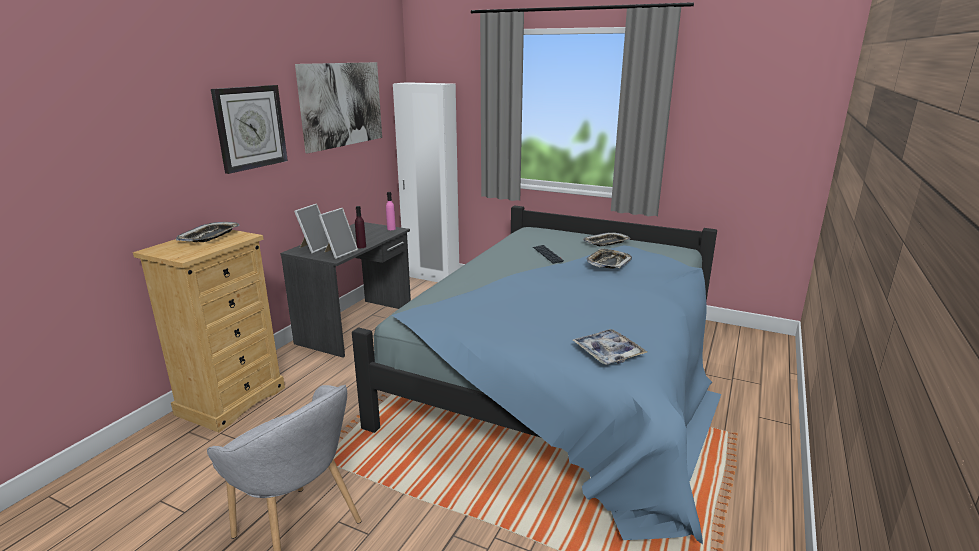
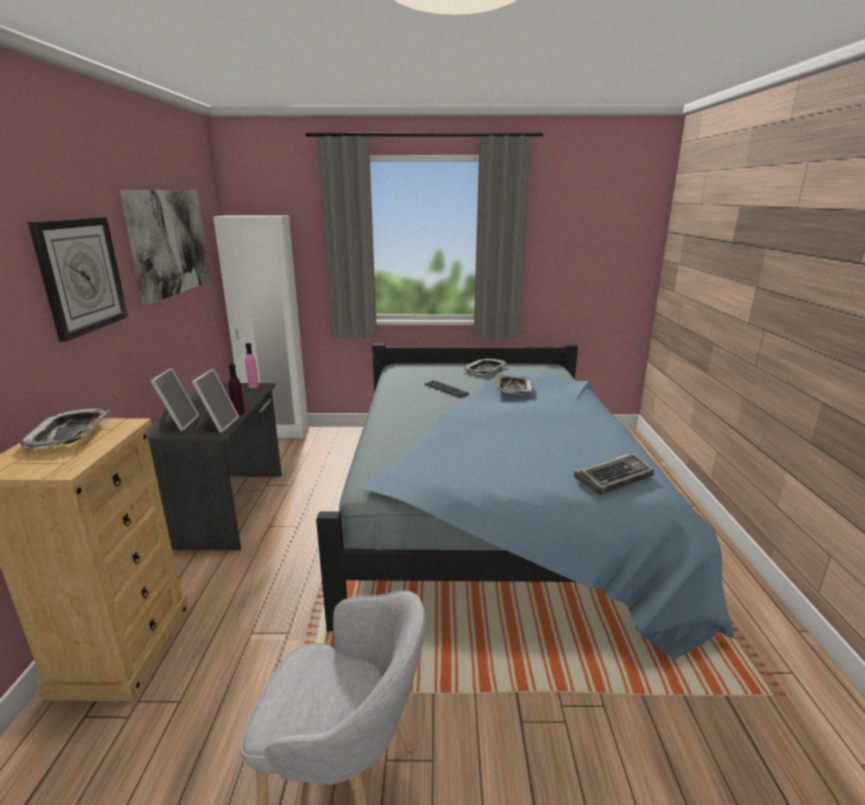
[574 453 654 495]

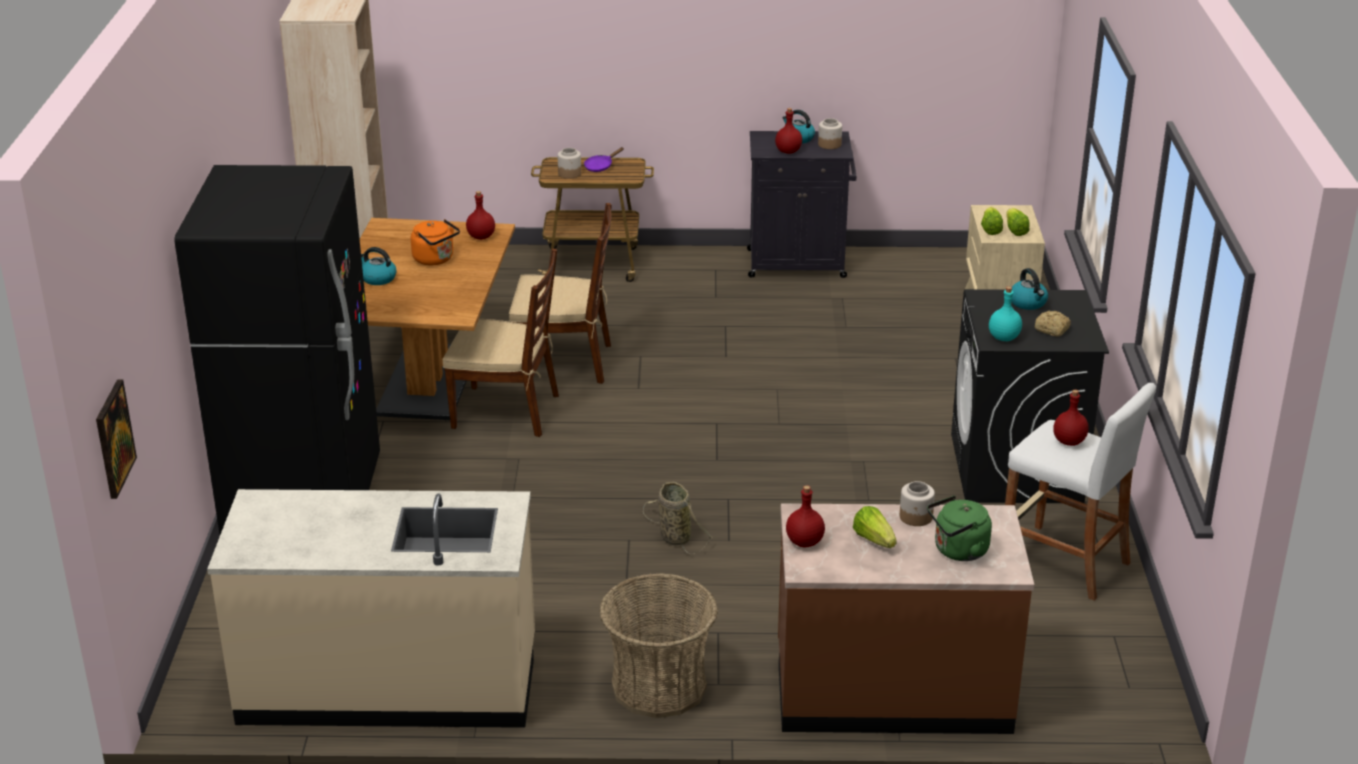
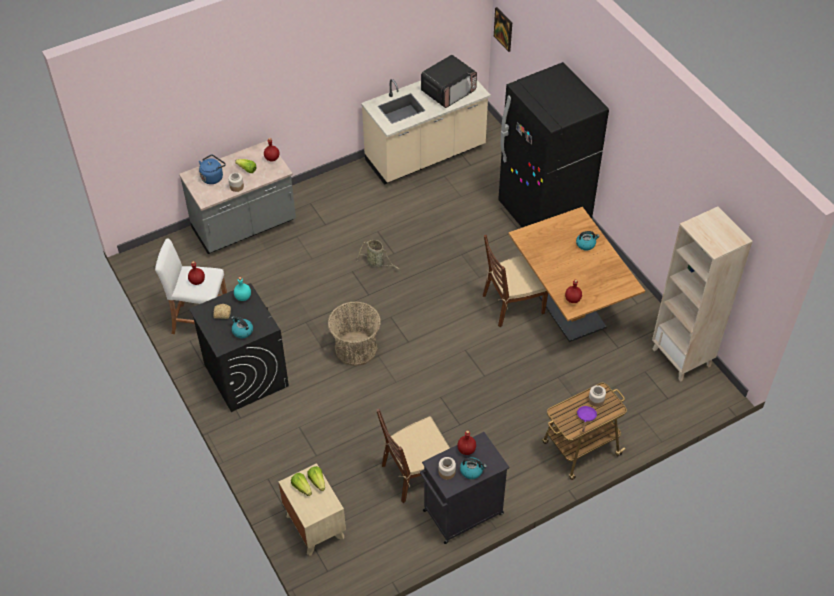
[411 219 460 265] (first image)
[421 55 477 108]
[376 409 450 503]
[328 301 381 366]
[179 140 296 254]
[199 155 226 184]

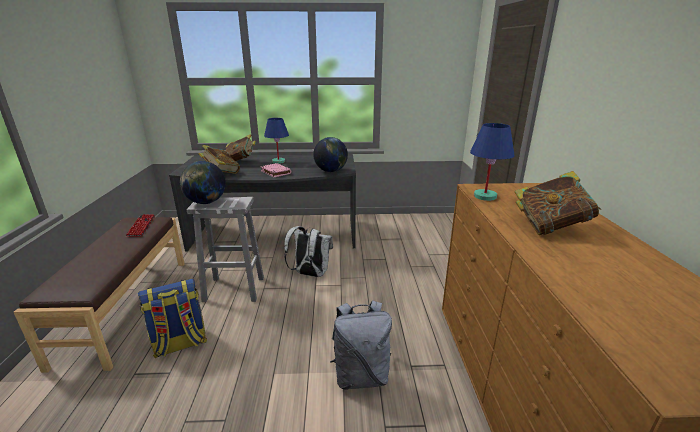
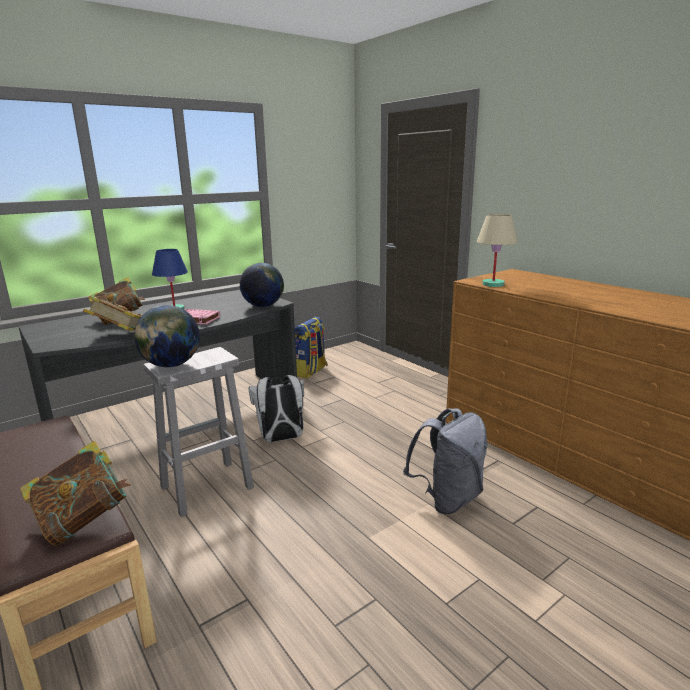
[126 214 155 237] (first image)
[295 317 327 379]
[20 441 130 546]
[477 214 518 287]

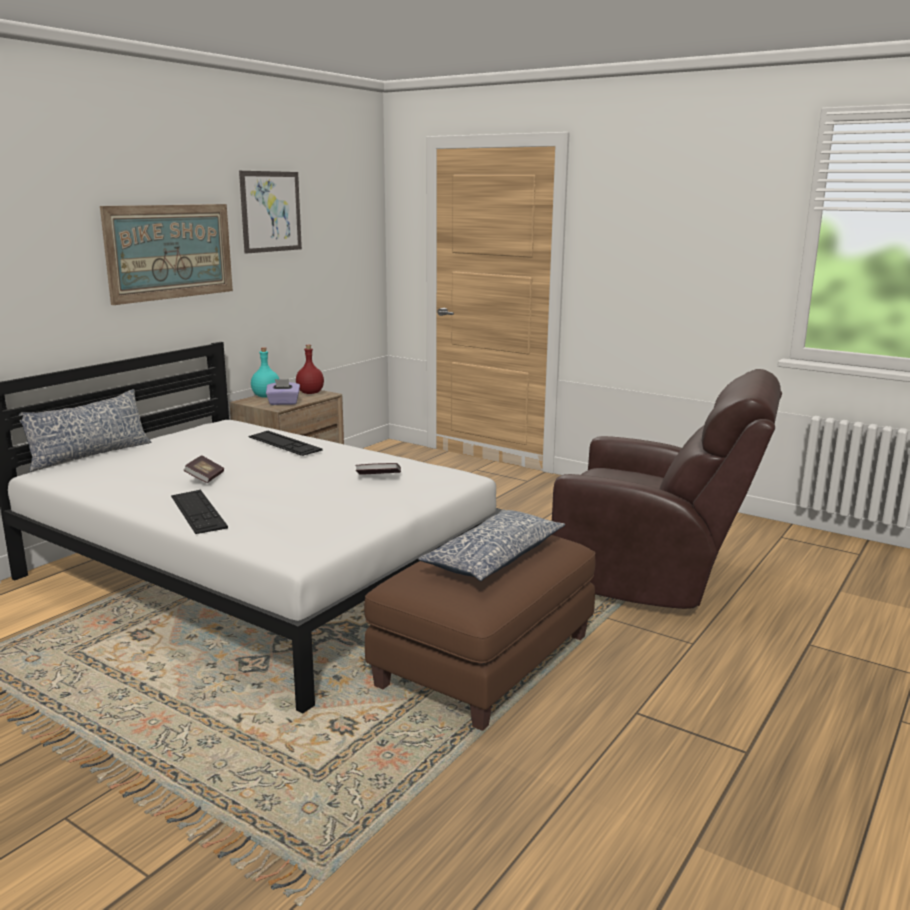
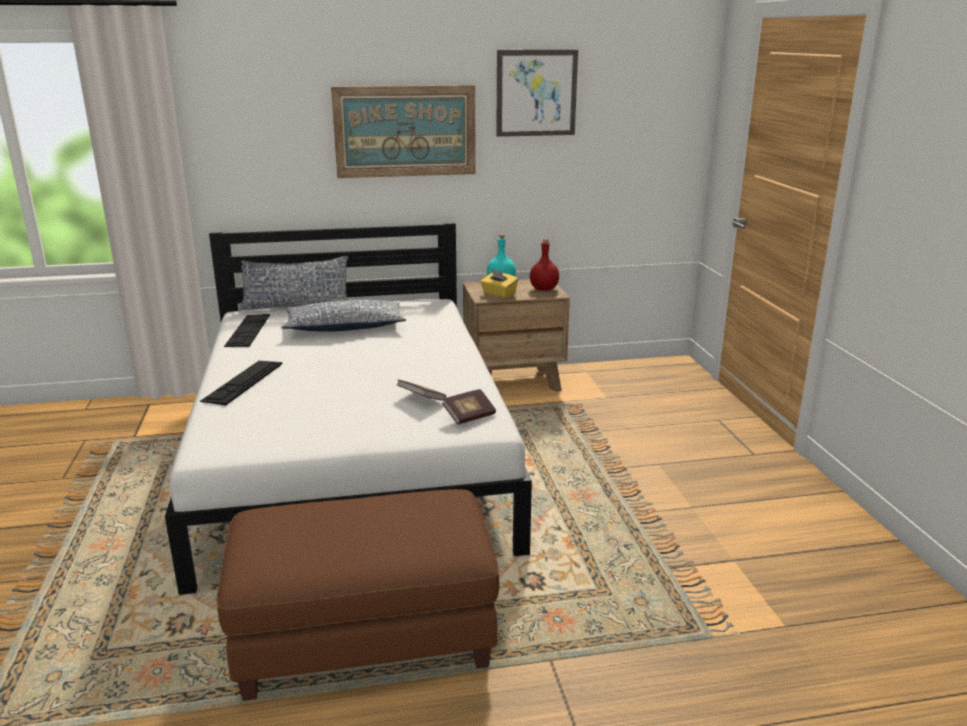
[552 369 782 609] (first image)
[442 389 496 424]
[224 314 270 347]
[281 300 406 332]
[480 269 518 298]

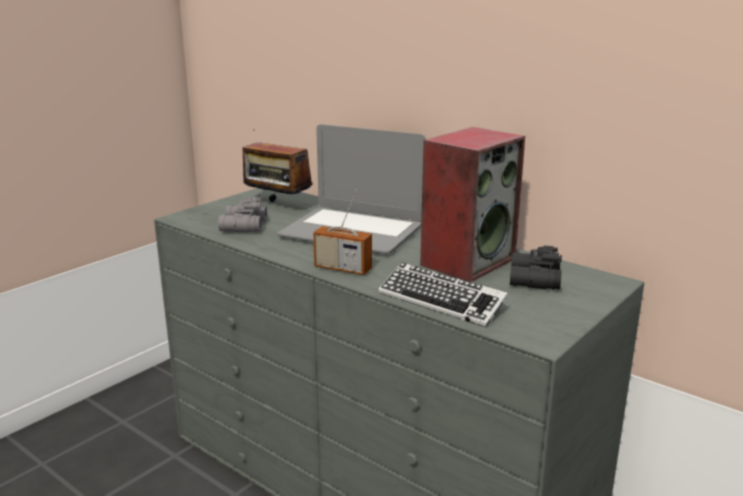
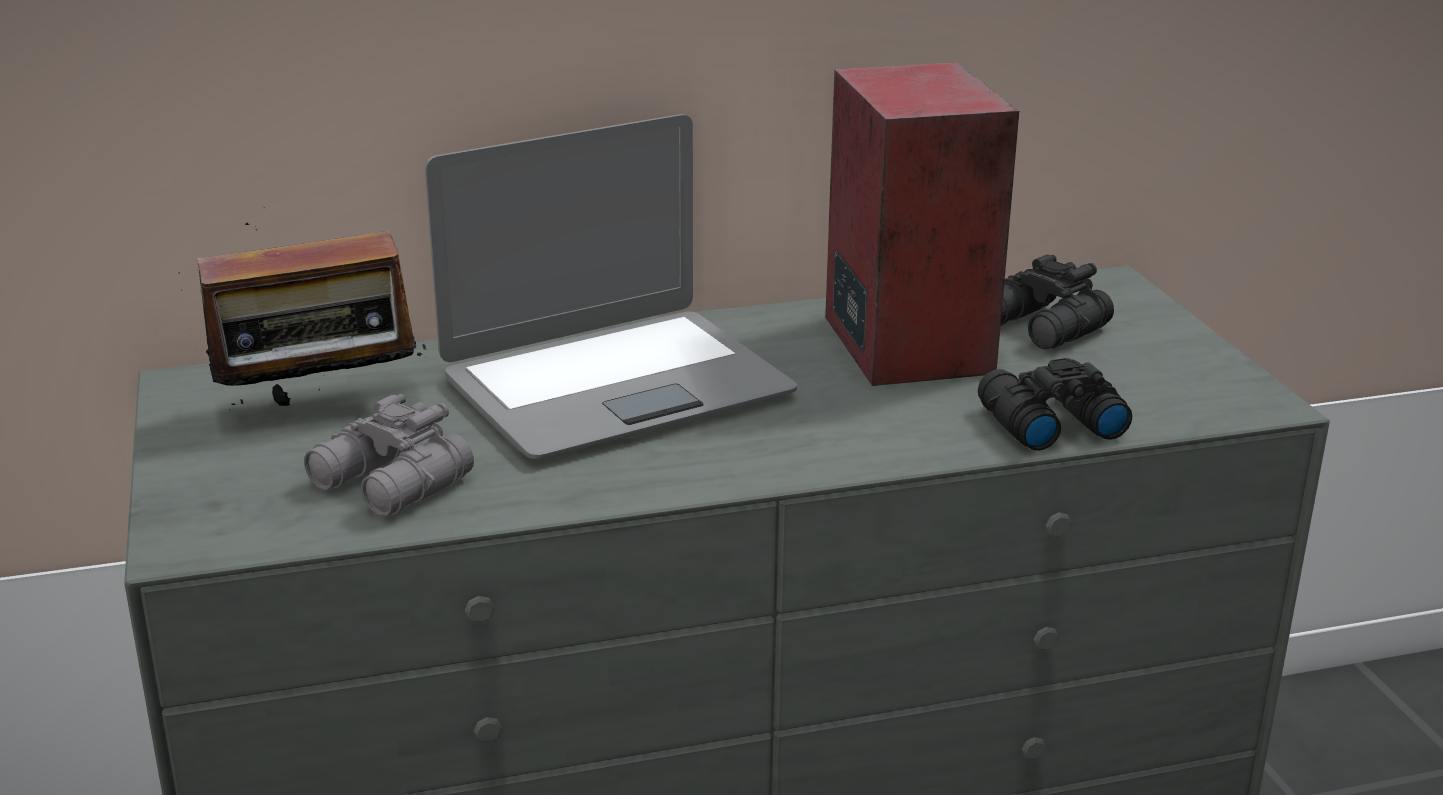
[313 189 372 275] (first image)
[978 358 1132 451]

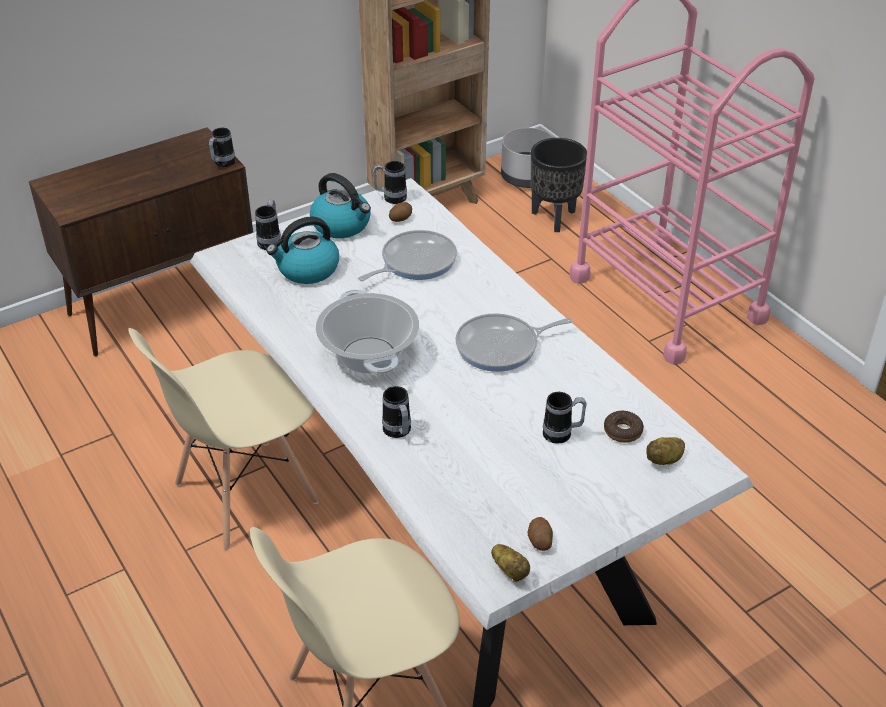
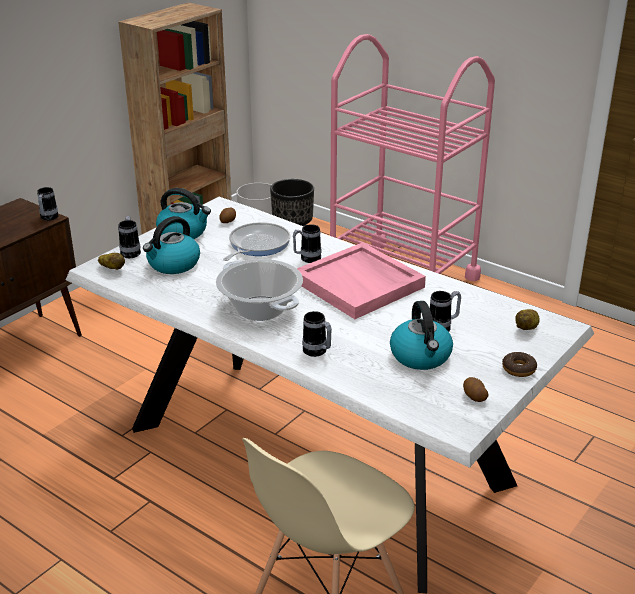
[128 328 319 550] (first image)
[390 301 453 370]
[293 224 321 263]
[98 253 125 270]
[502 352 537 377]
[297 242 426 319]

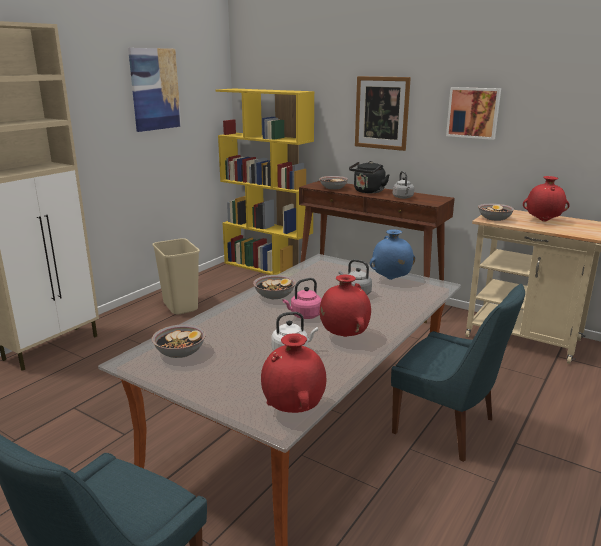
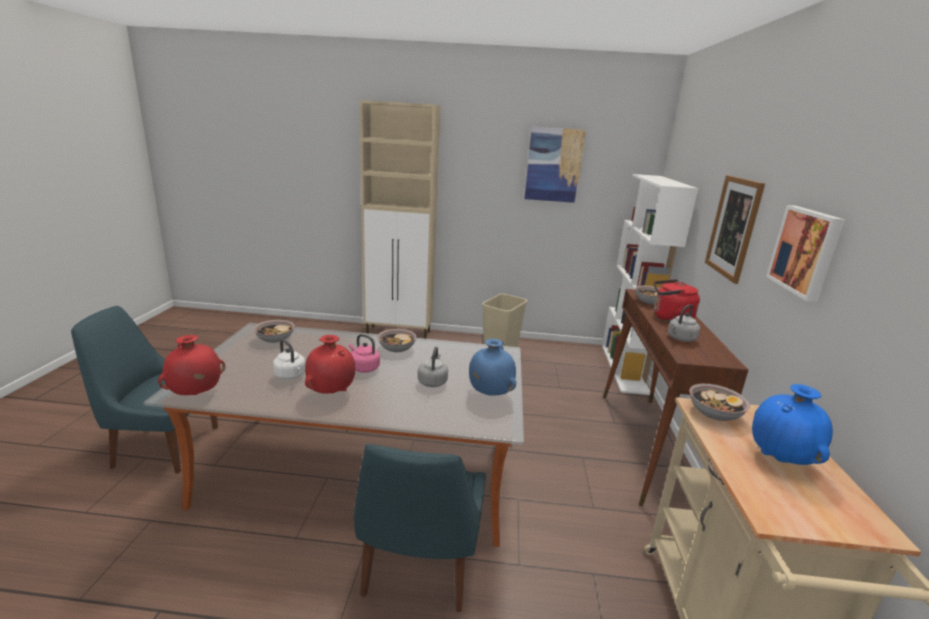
[602 174 698 395]
[654 279 700 322]
[752 384 833 465]

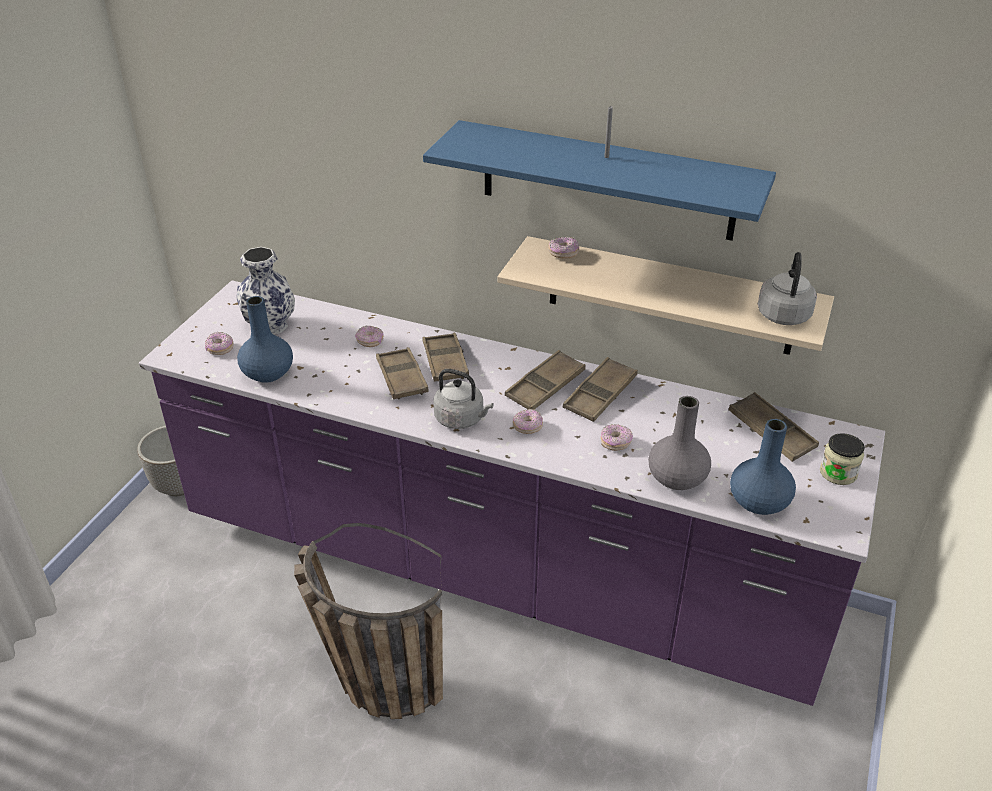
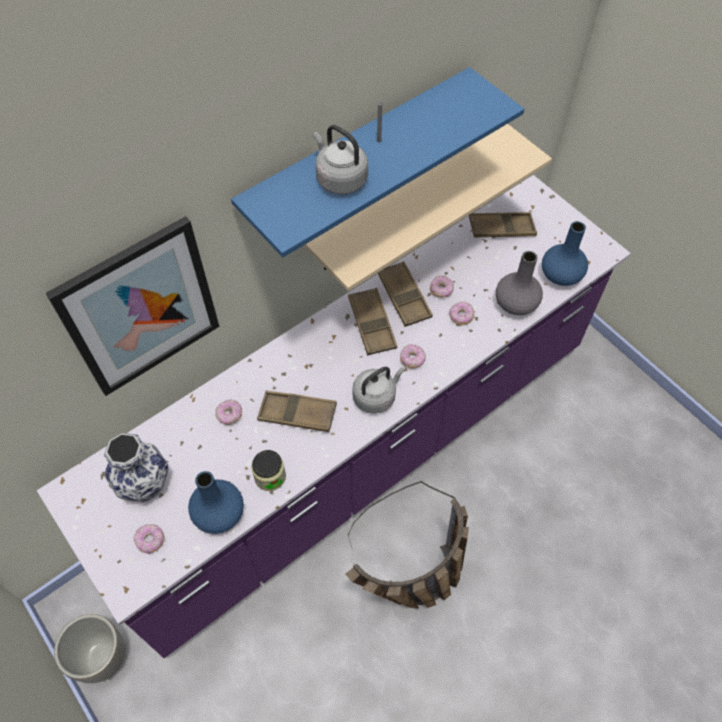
[422 333 469 382] (first image)
[45 216 220 396]
[430 275 454 298]
[314 125 368 194]
[251 450 286 491]

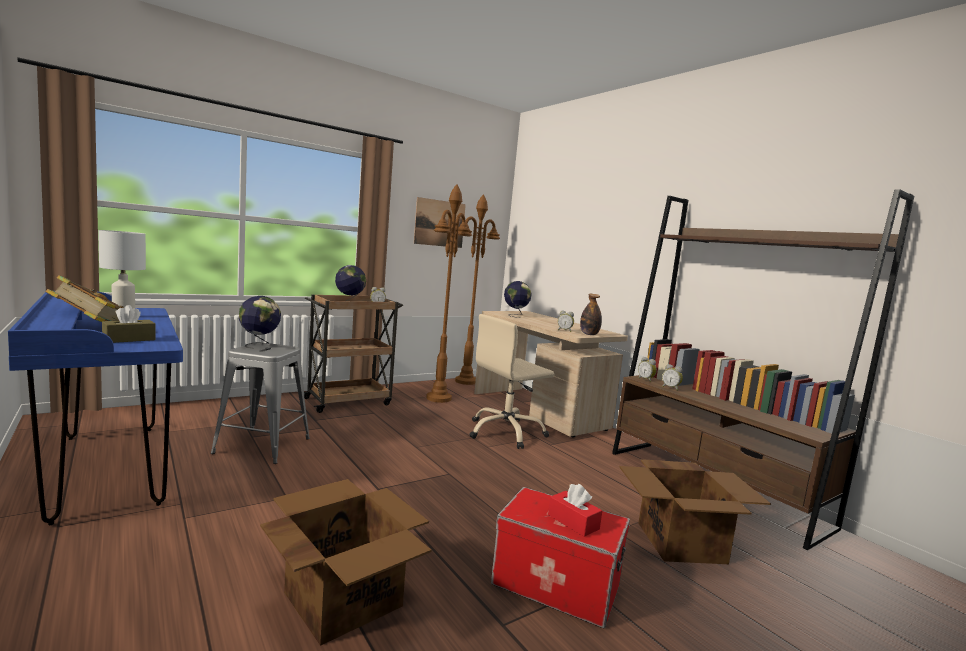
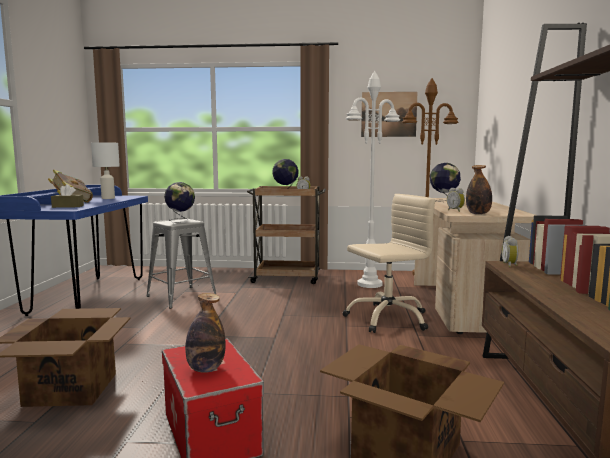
[662 364 683 391] (first image)
[185 293 226 373]
[346 71 400 288]
[342 194 435 333]

